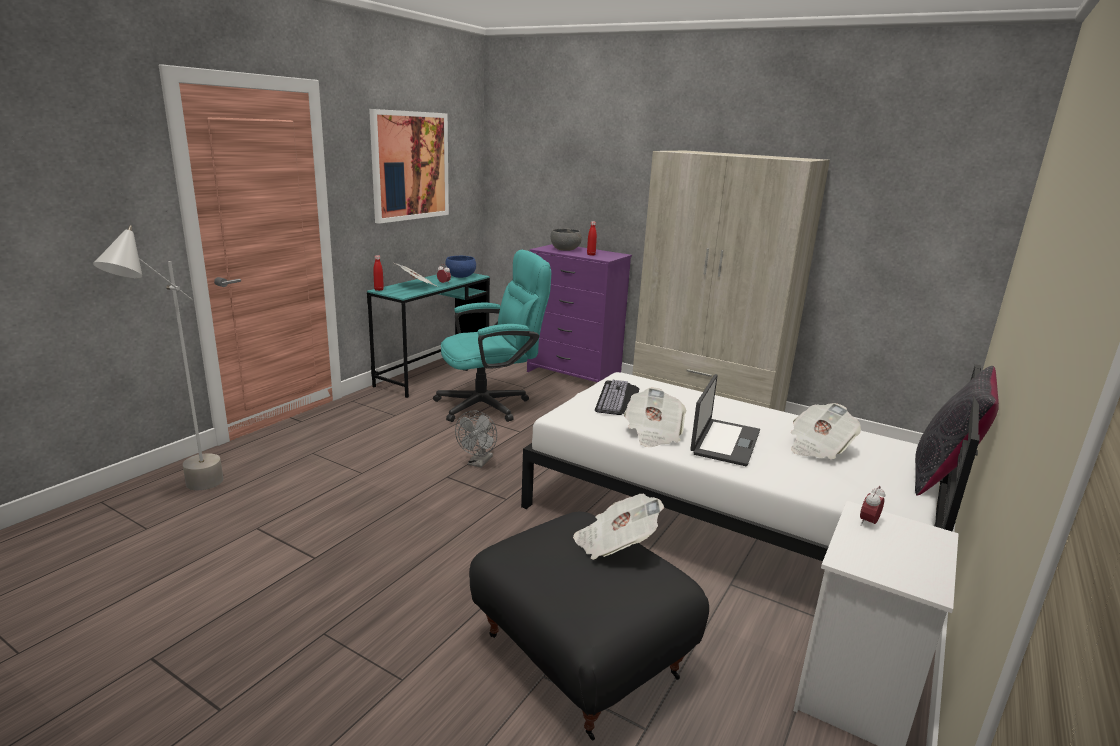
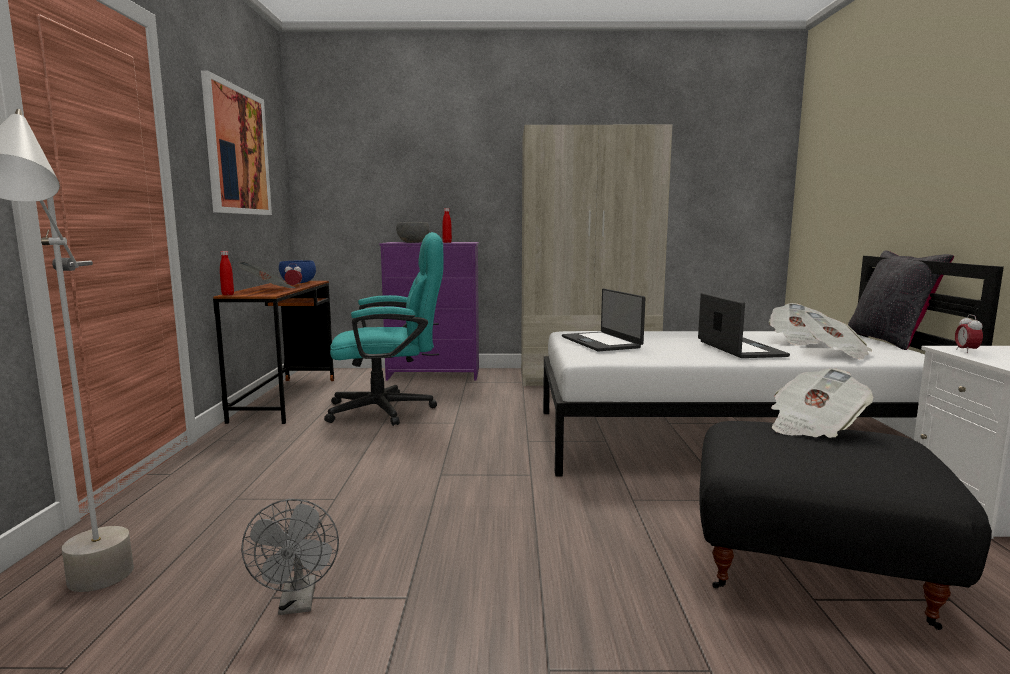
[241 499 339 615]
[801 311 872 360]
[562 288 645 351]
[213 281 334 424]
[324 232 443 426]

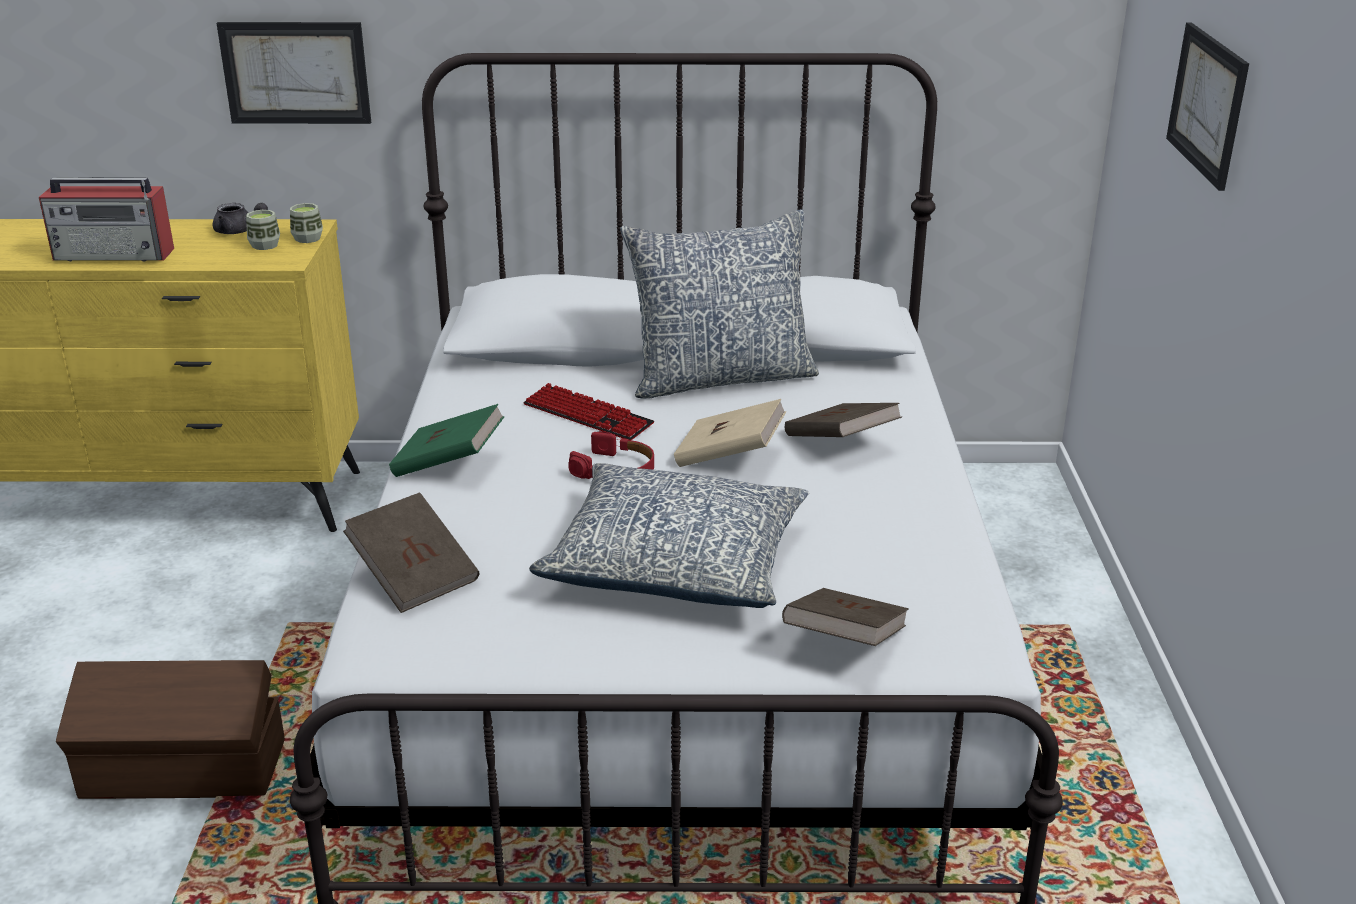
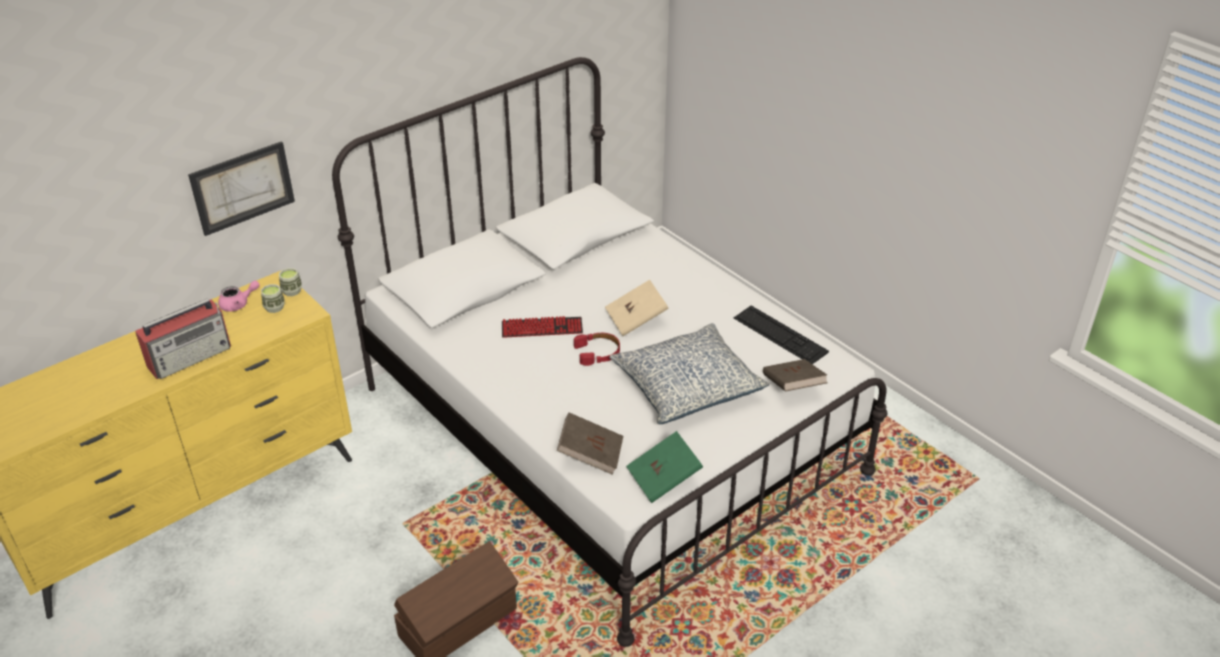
[620 209 819 399] (first image)
[785 403 902 437] (first image)
[1166 22 1249 191] (first image)
[734 306 829 364]
[626 431 703 503]
[218 281 260 312]

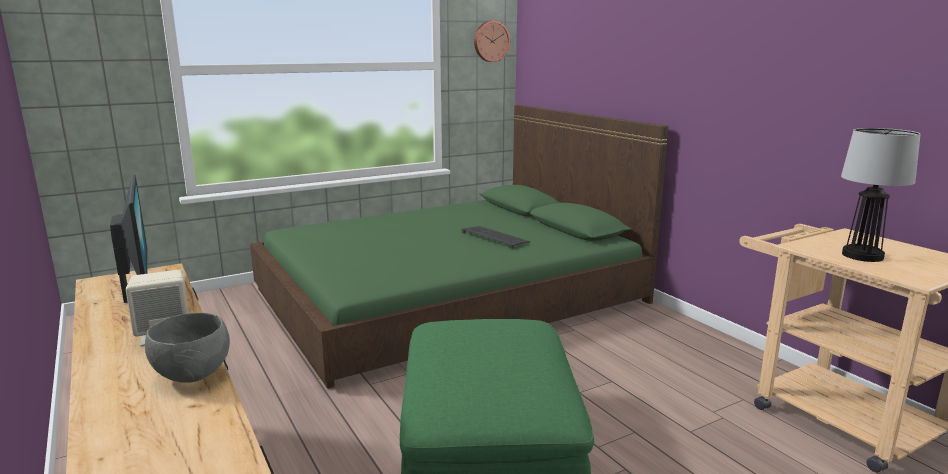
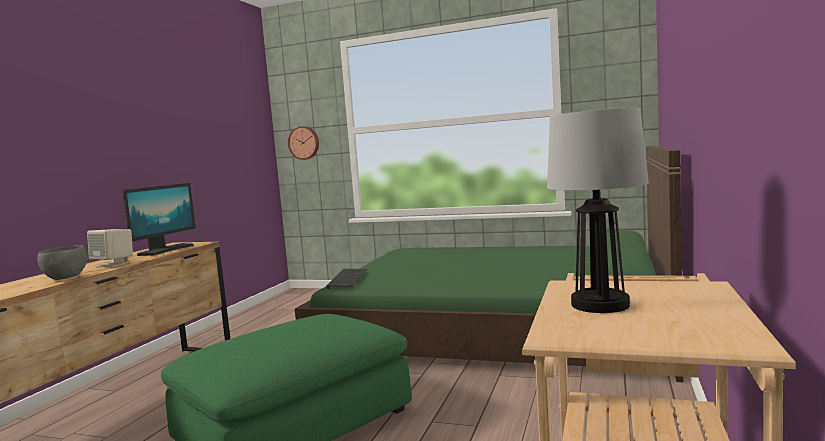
[327 269 367 289]
[288 126 319 160]

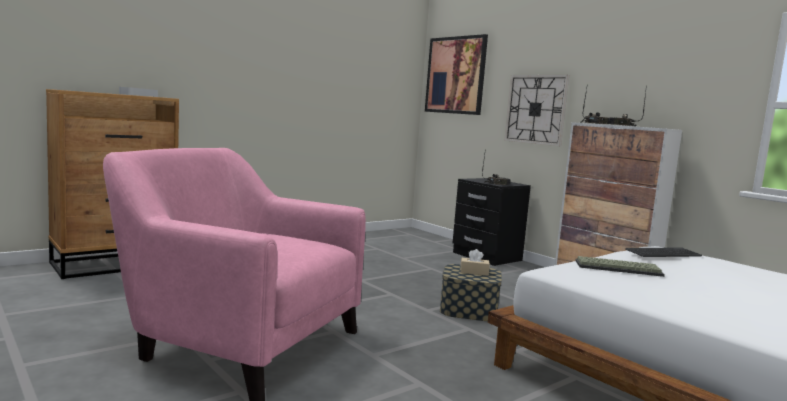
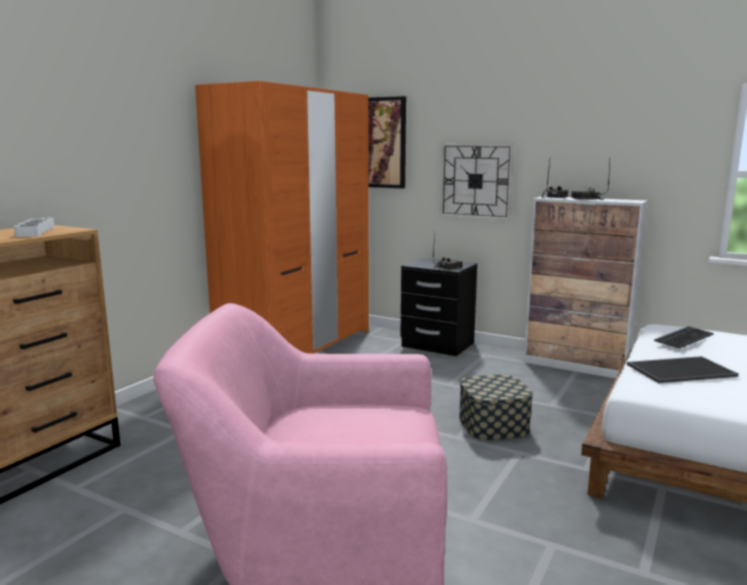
[460 249 490 276] (first image)
[195 81 369 354]
[627 356 739 383]

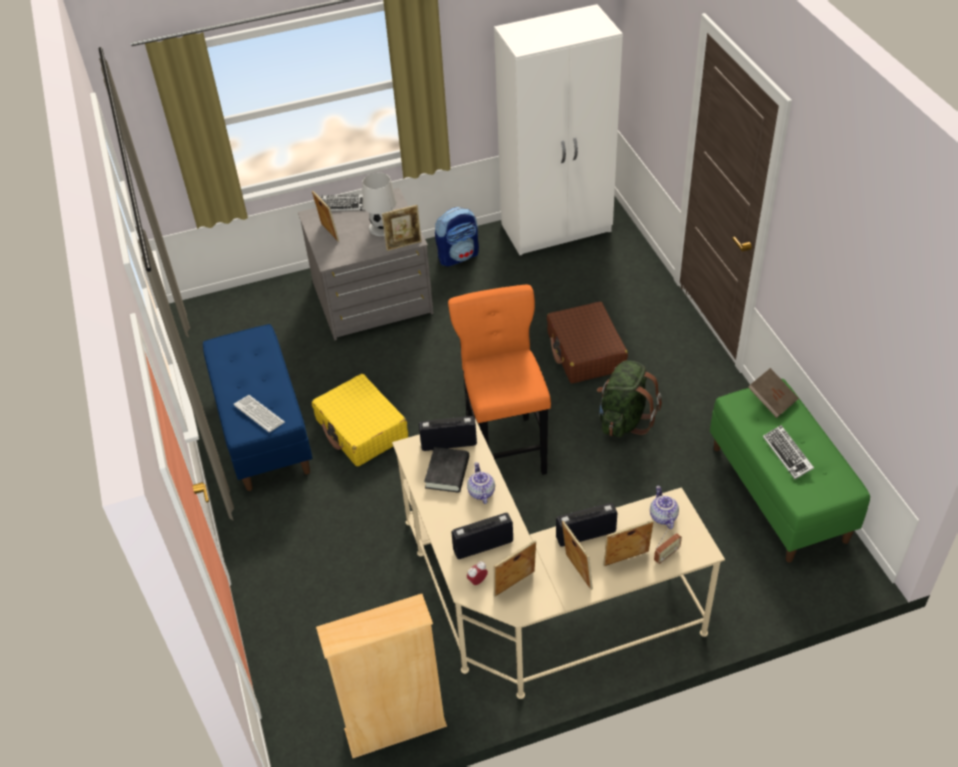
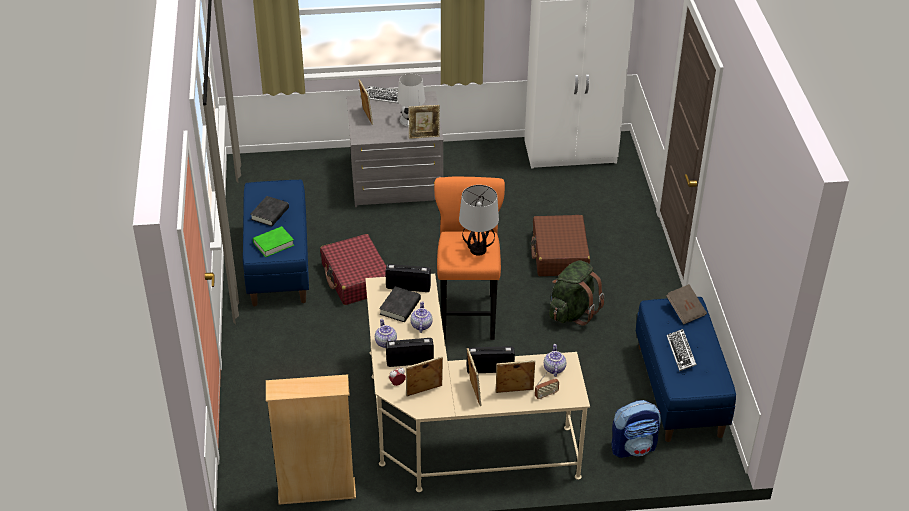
[250 196 289 226]
[375 319 397 348]
[459 185 499 256]
[611 400 661 458]
[253 226 294 257]
[320 234 387 305]
[636 297 736 442]

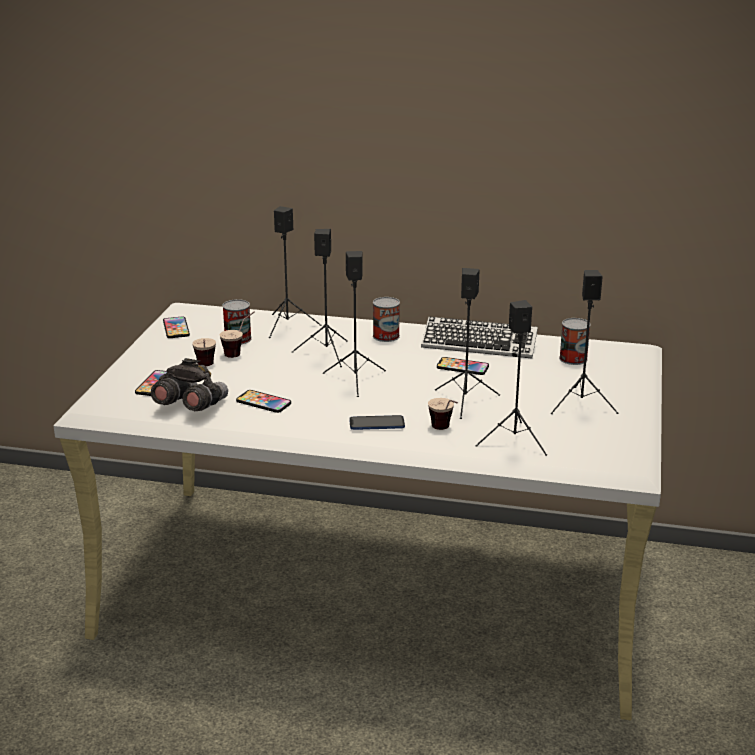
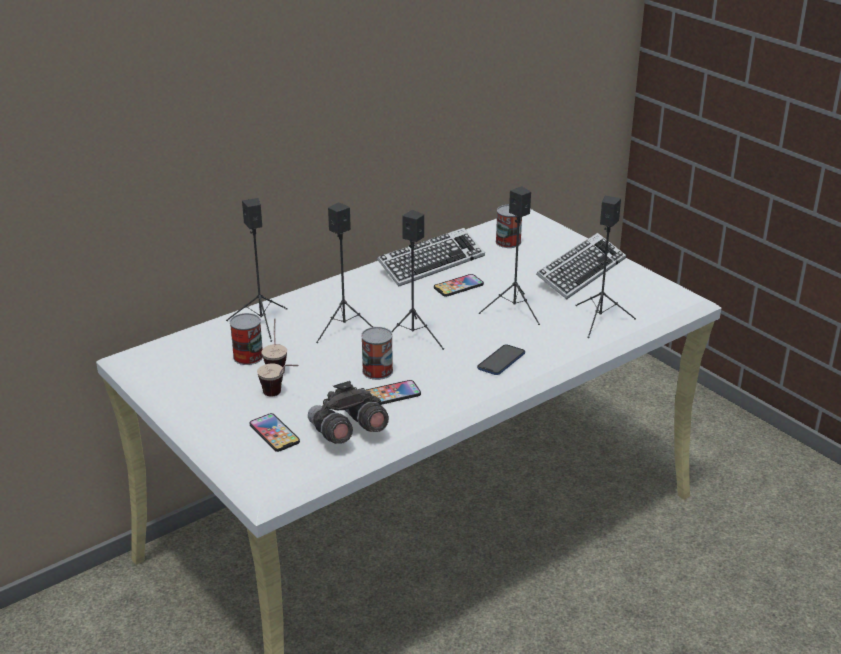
[163 316 190 338] (first image)
[428 398 458 430] (first image)
[361 327 393 380]
[536 233 626 299]

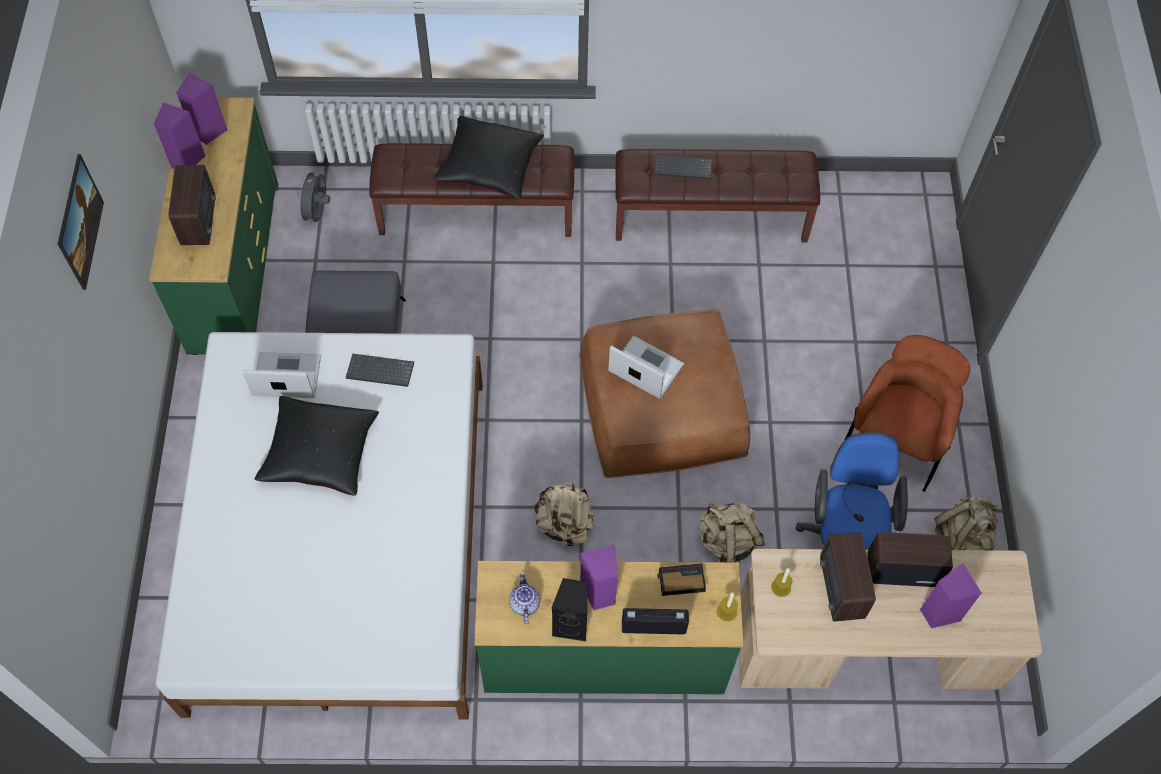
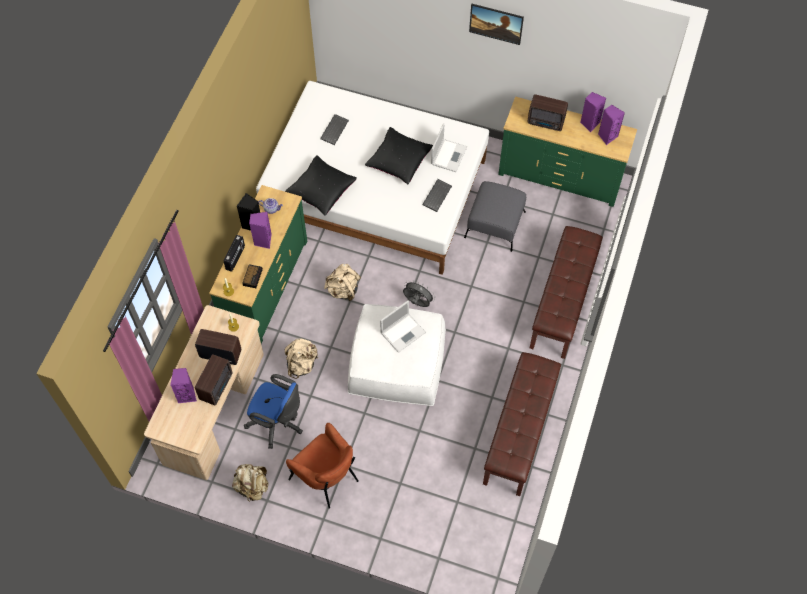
[403 280 435 307]
[285 155 357 216]
[320 114 349 145]
[348 304 446 406]

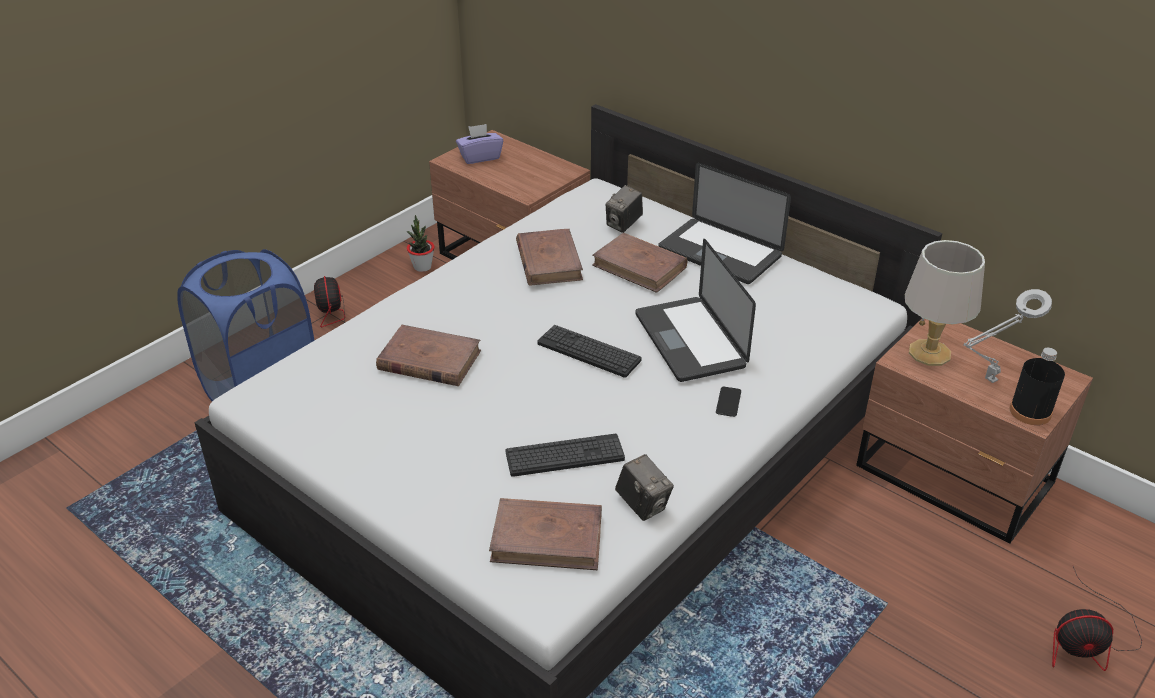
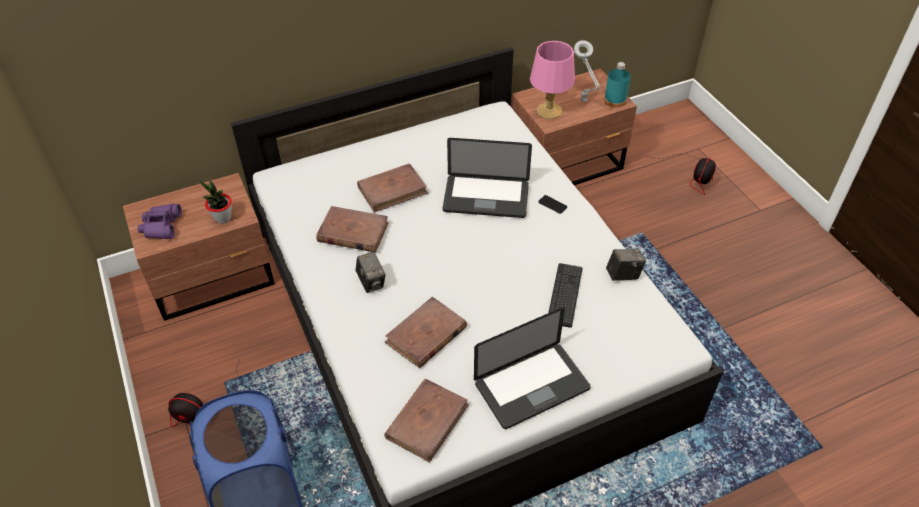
[538 325 641 378] (first image)
[200 181 232 224]
[384 379 469 462]
[356 252 386 293]
[474 307 591 429]
[137 204 182 239]
[530 41 575 119]
[604 62 631 108]

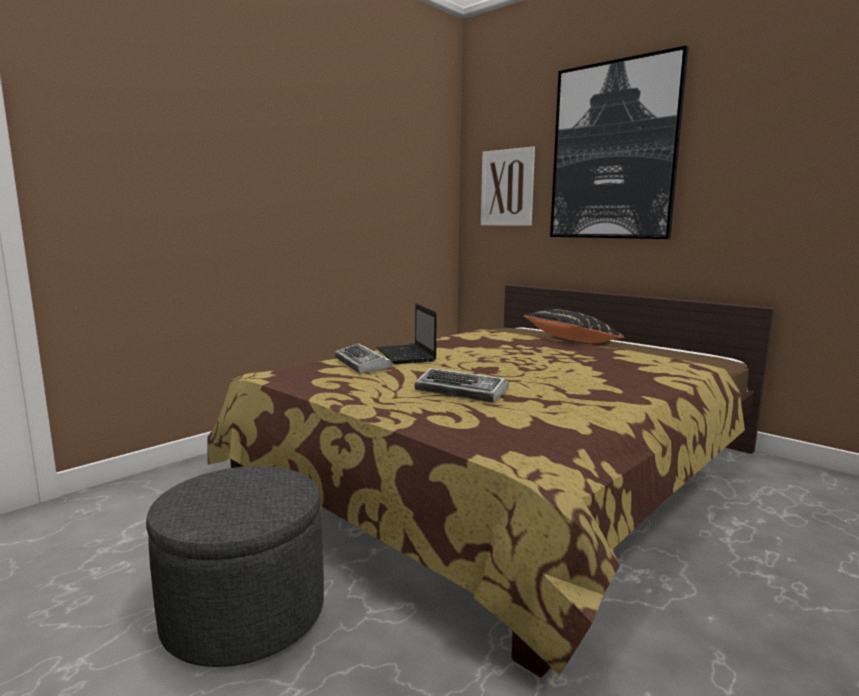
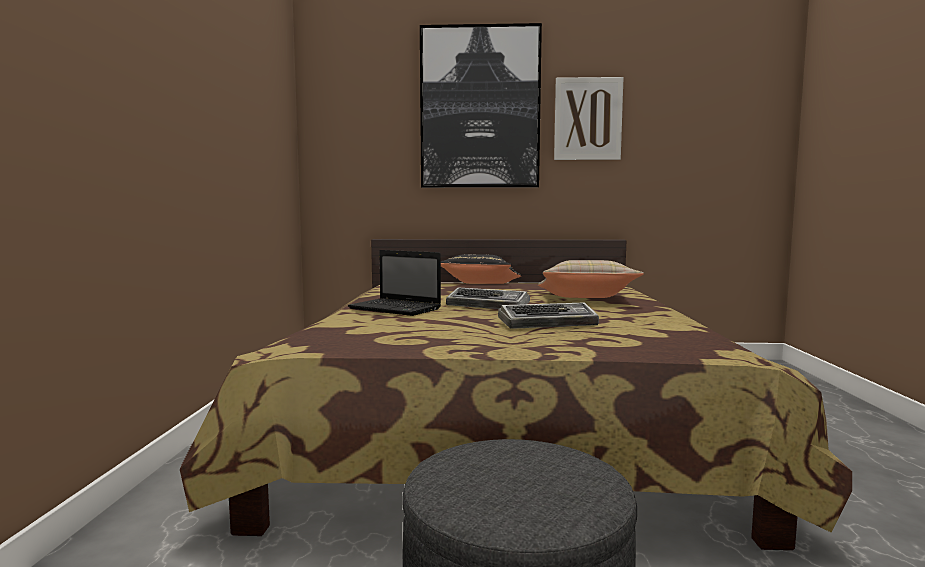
[538 260 644 298]
[446 287 530 309]
[554 77 623 160]

